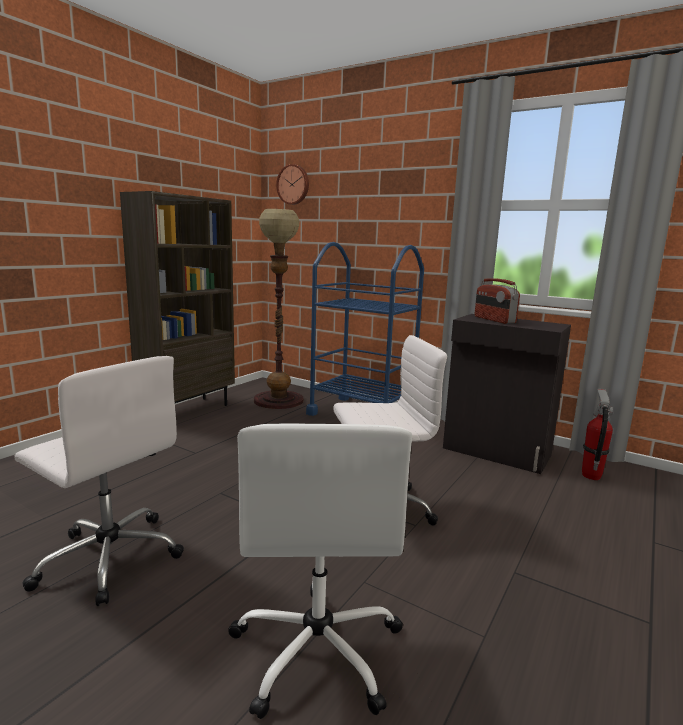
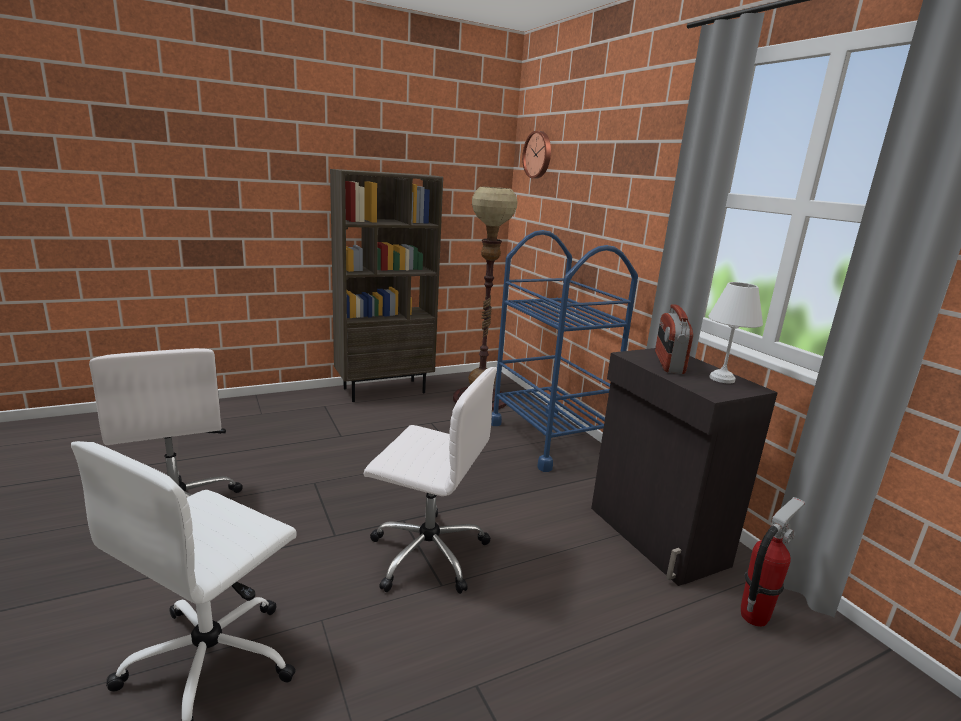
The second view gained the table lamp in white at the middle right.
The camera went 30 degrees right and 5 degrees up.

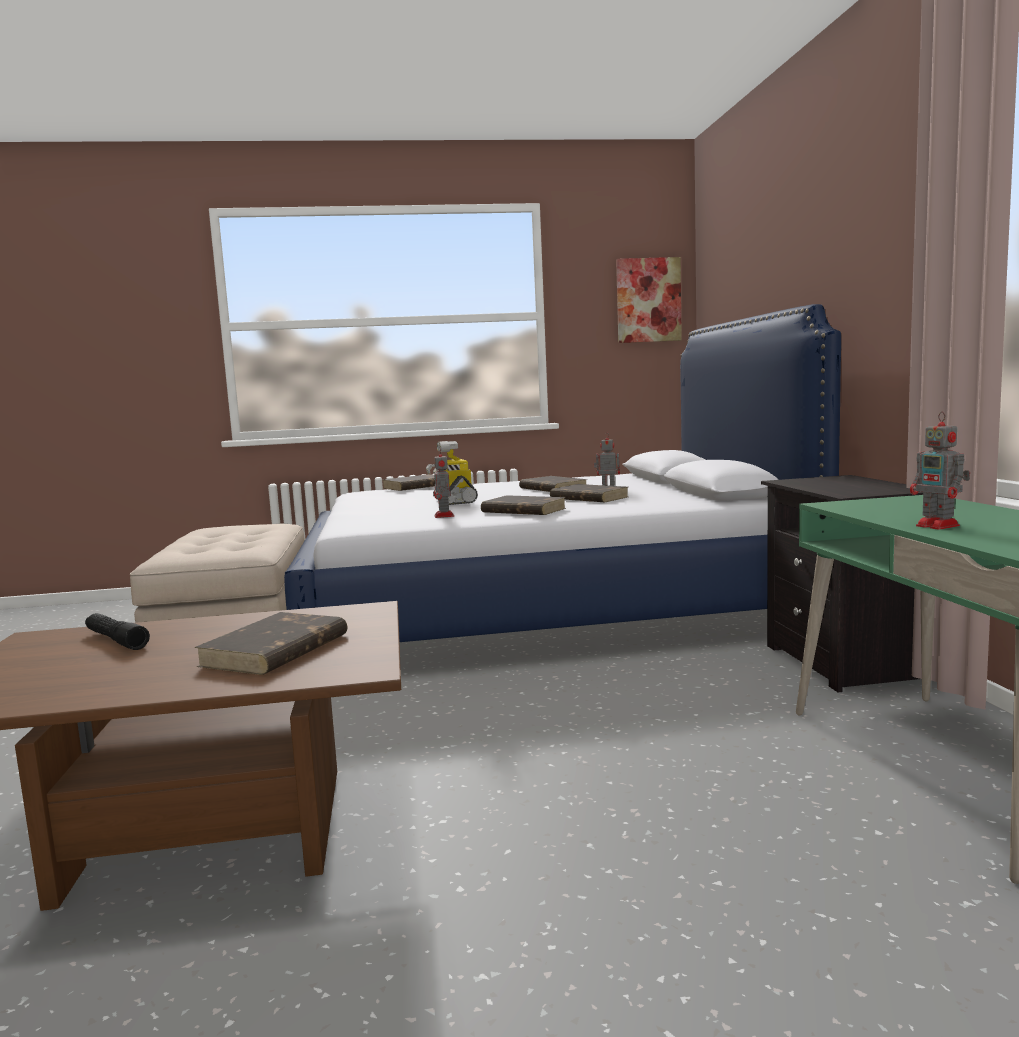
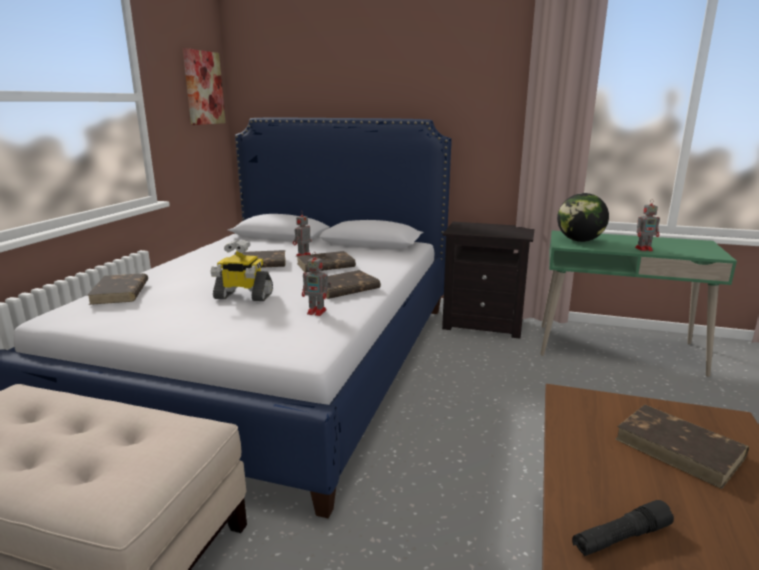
The second view gained the globe at the middle right.
The camera went 65 degrees left and 10 degrees up.

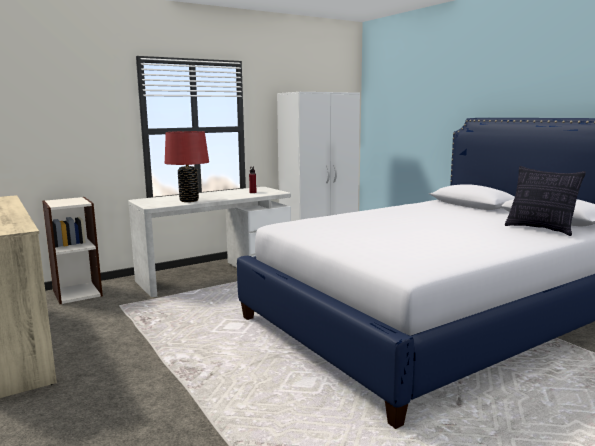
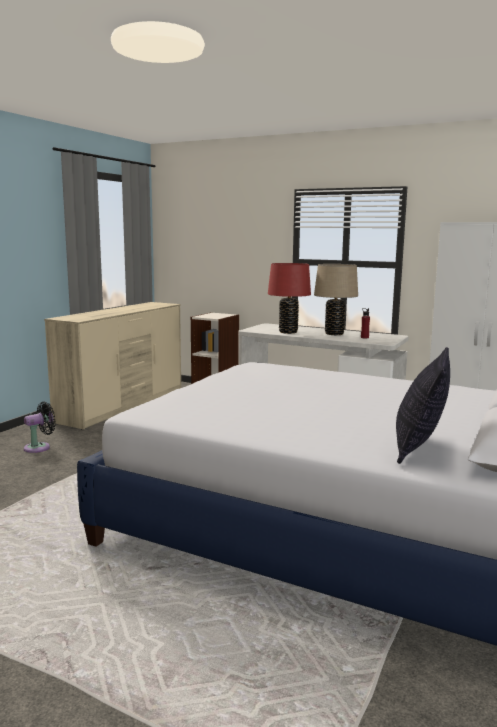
The second view gained the table lamp in beige at the middle right.
The second view gained the fan in black at the middle left.
The camera went 60 degrees right and 0 degrees up.

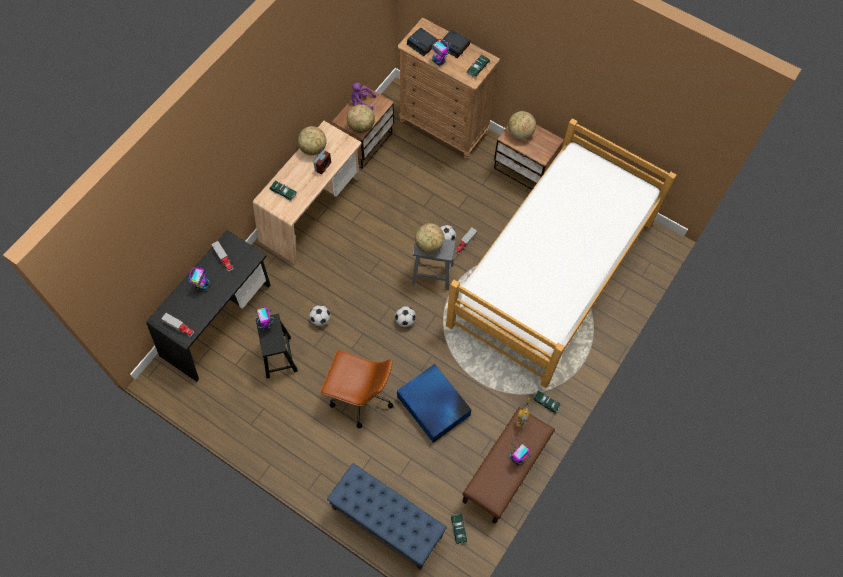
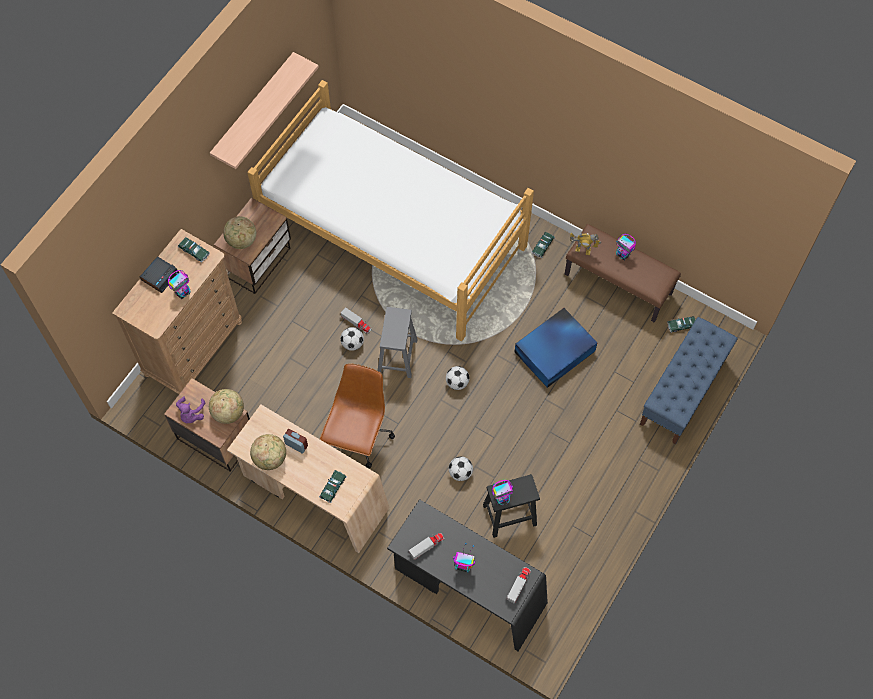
The second view lost the alarm clock (no. 2 from left) at the top centre.
The second view lost the globe (no. 3 from left) at the centre.
The office chair in brown ended up elsewhere, having gone from the bottom centre to the centre.
The second view gained the shelf at the top left.
The camera went 90 degrees left and 0 degrees up.

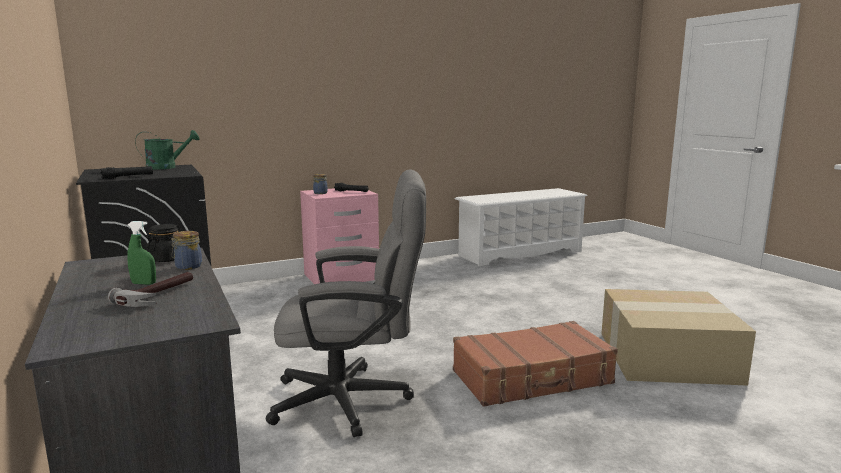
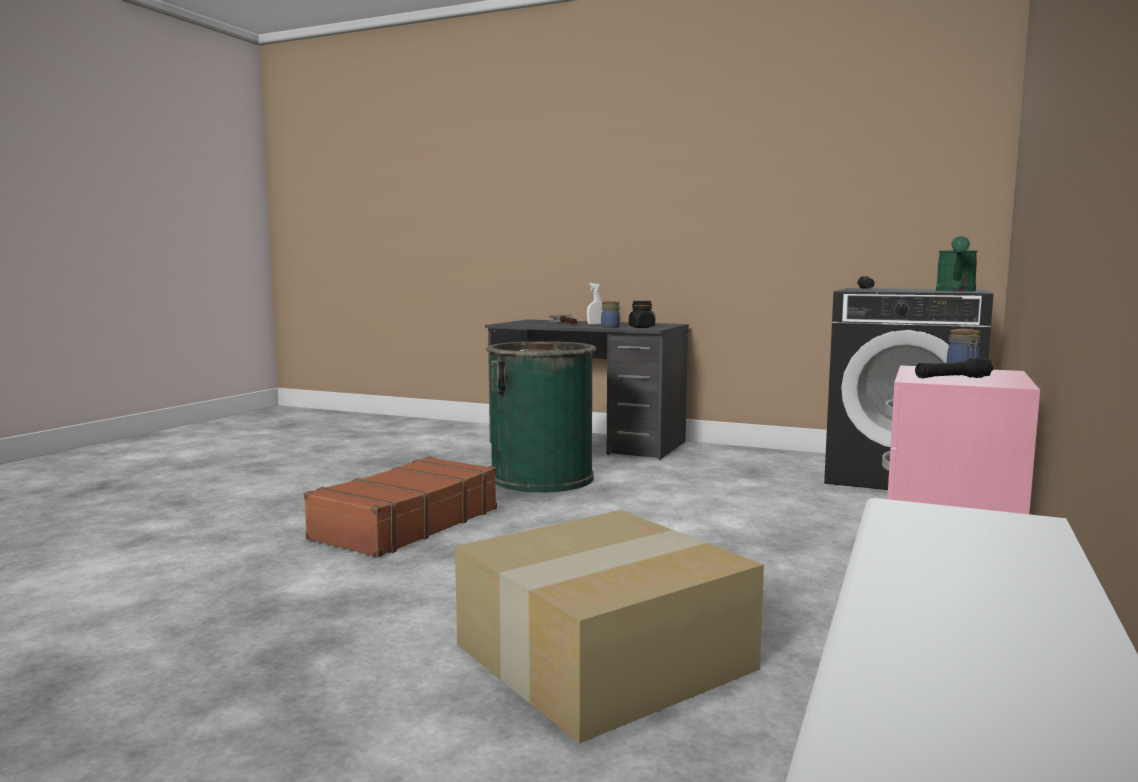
Where the office chair in grey stood at the centre, the trash can in green came to stand at the centre.
What was the spray bottle in green at the middle left turned into the spray bottle in white at the centre.
The cardboard box ended up elsewhere, having gone from the bottom right to the bottom centre.
The camera went 140 degrees right and 5 degrees down.

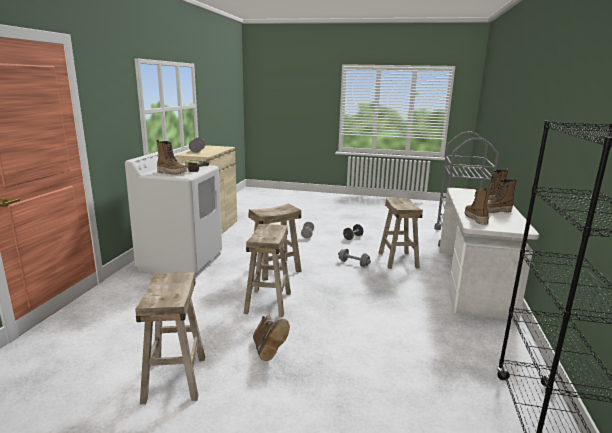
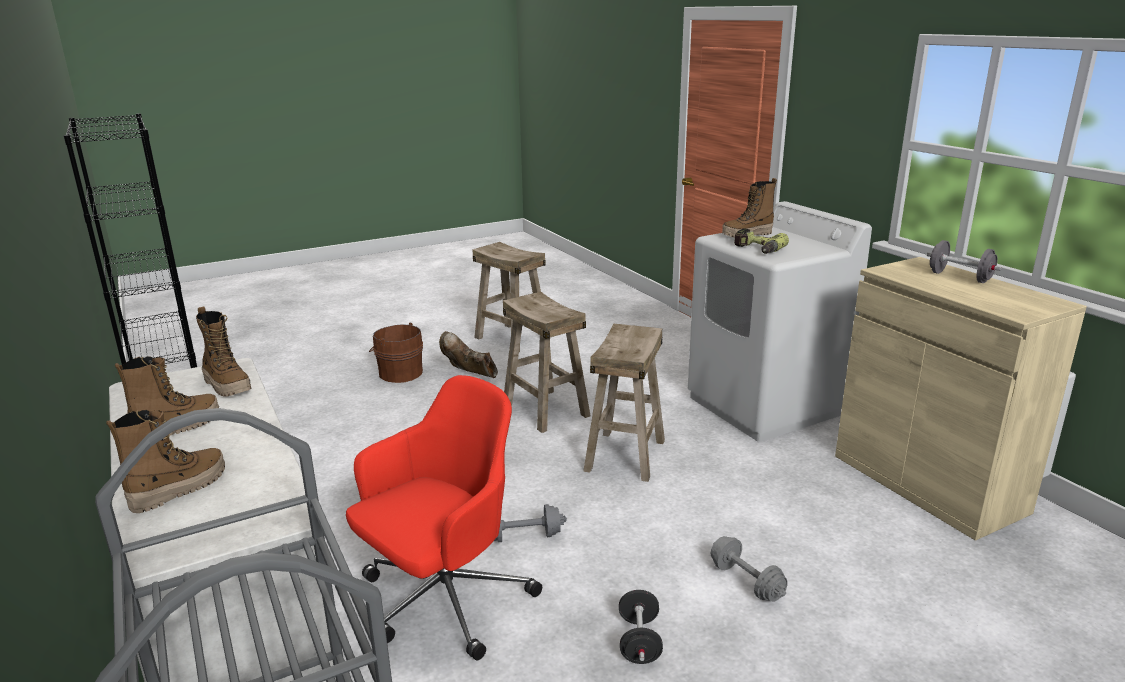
Where the stool in beige (no. 4 from left) stood at the centre, the office chair in red came to stand at the bottom centre.
The second view gained the bucket in brown at the centre.
The camera went 140 degrees right and 5 degrees up.

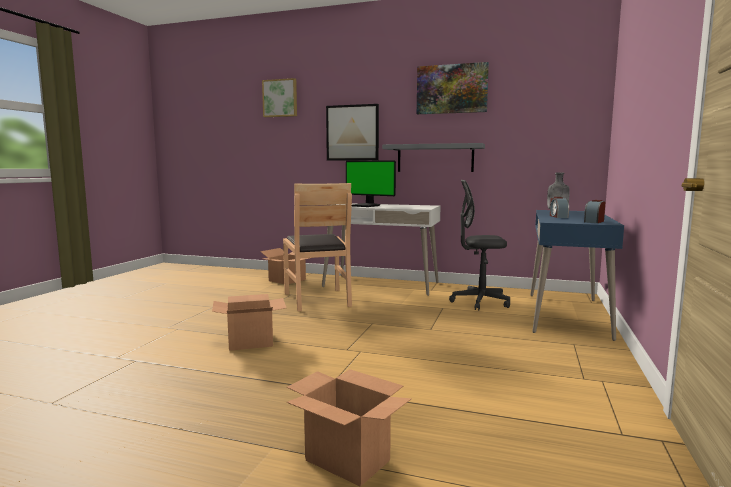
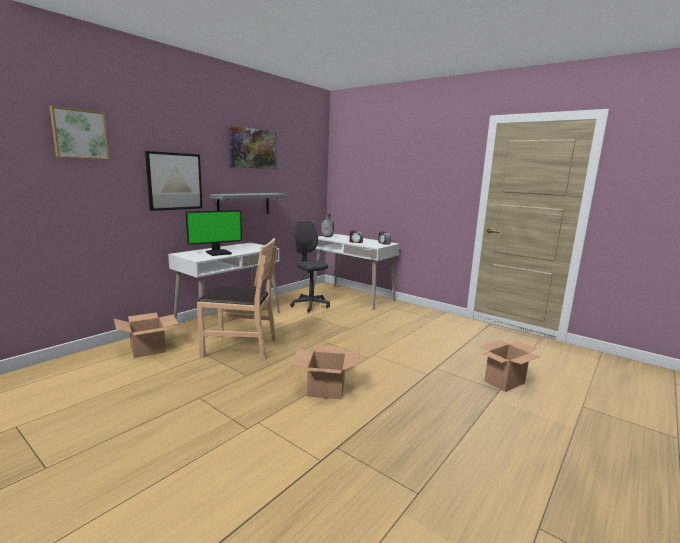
The office chair in grey at the centre ended up facing another way, 120 degrees clockwise from before.
What was the desk in blue at the middle right turned into the desk in white (no. 2 from left) at the centre.
The camera went 70 degrees left and 5 degrees up.

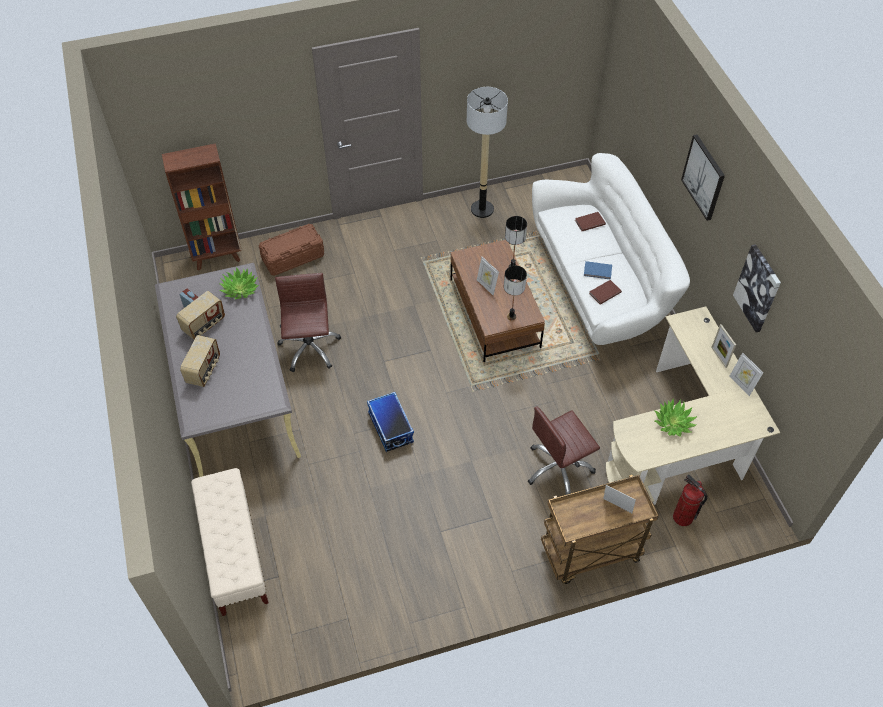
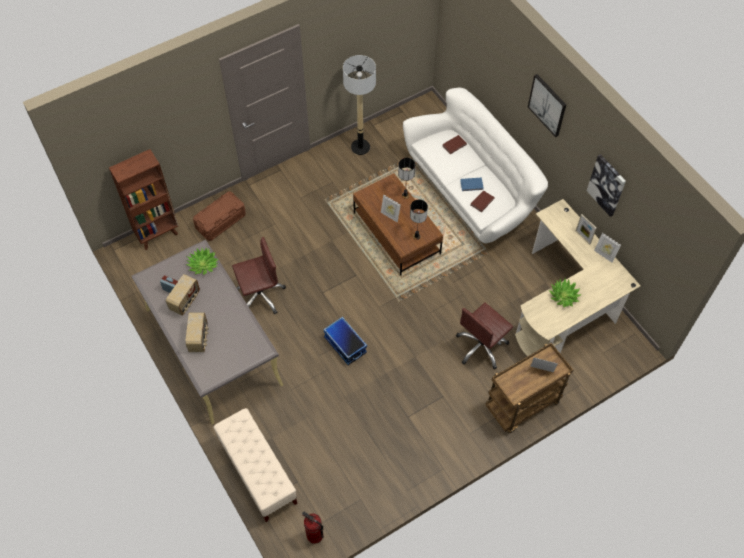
The office chair in brown (no. 1 from left) at the centre ended up facing another way, 90 degrees clockwise from before.
The fire extinguisher ended up elsewhere, having gone from the bottom right to the bottom centre.
The camera went 15 degrees left and 5 degrees up.

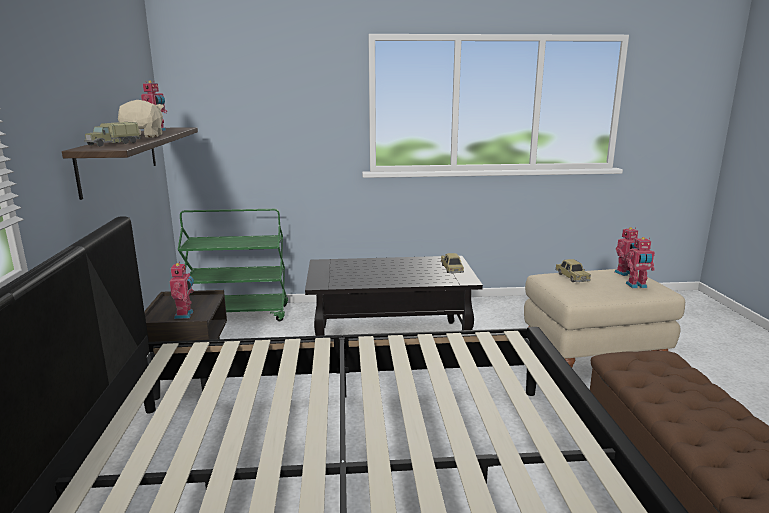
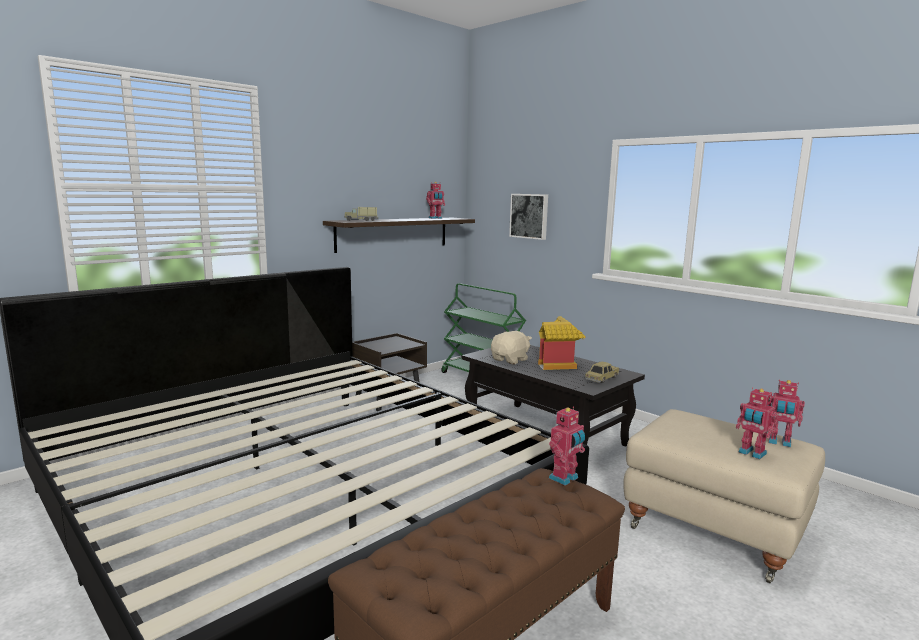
The plush toy in beige ended up elsewhere, having gone from the top left to the centre.
The second view lost the toy car (no. 2 from left) at the middle right.
The toy robot (no. 2 from left) ended up elsewhere, having gone from the middle left to the bottom centre.
The second view gained the picture at the centre.
The second view gained the toy house at the centre.
The camera went 50 degrees right and 5 degrees down.

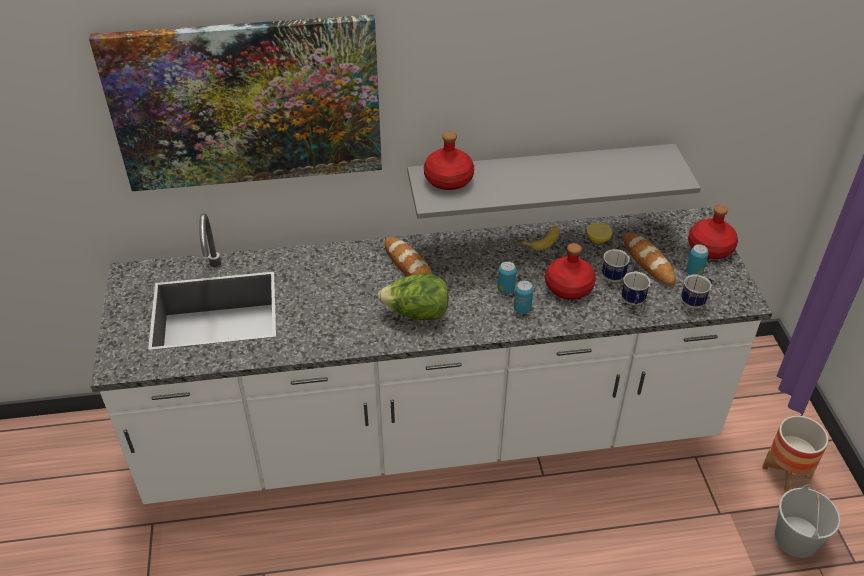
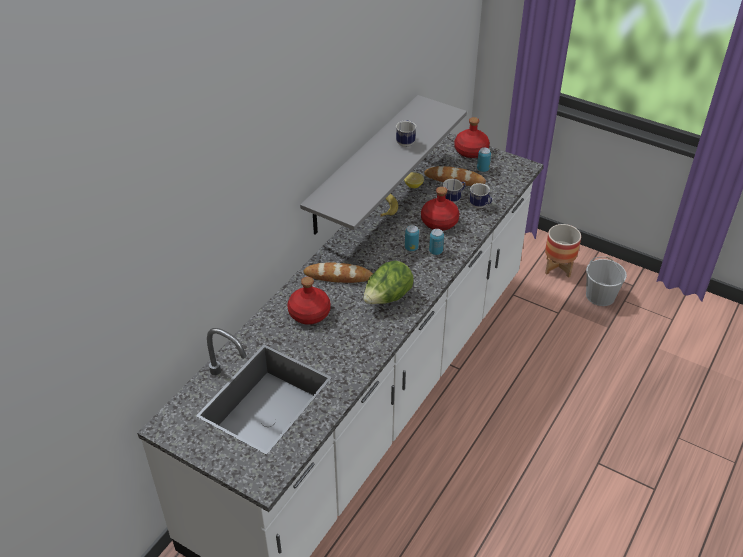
The second view lost the picture at the top left.
The bottle in red (no. 1 from left) ended up elsewhere, having gone from the top centre to the centre.
The mug (no. 3 from left in the first image) ended up elsewhere, having gone from the middle right to the top centre.
The camera went 50 degrees left and 0 degrees up.

